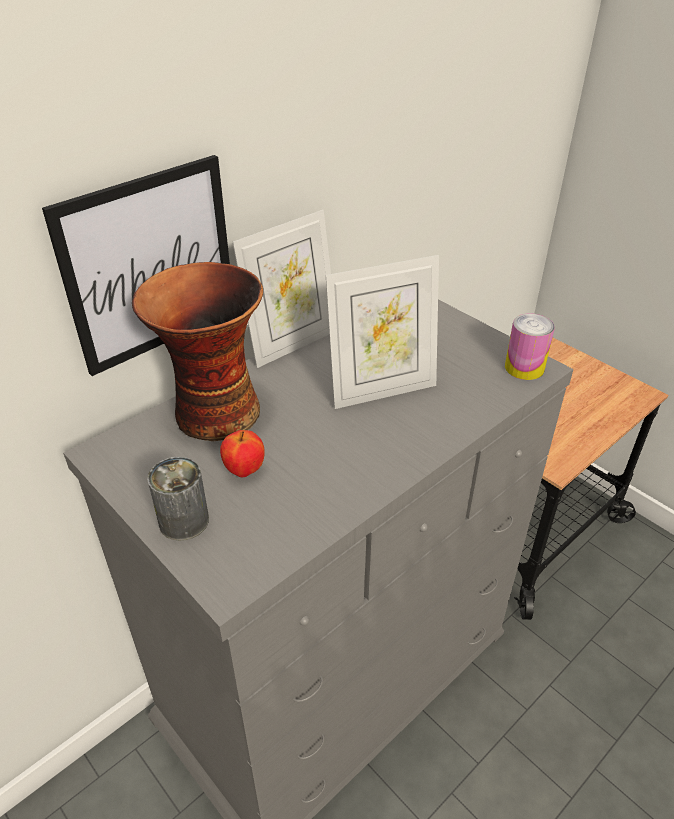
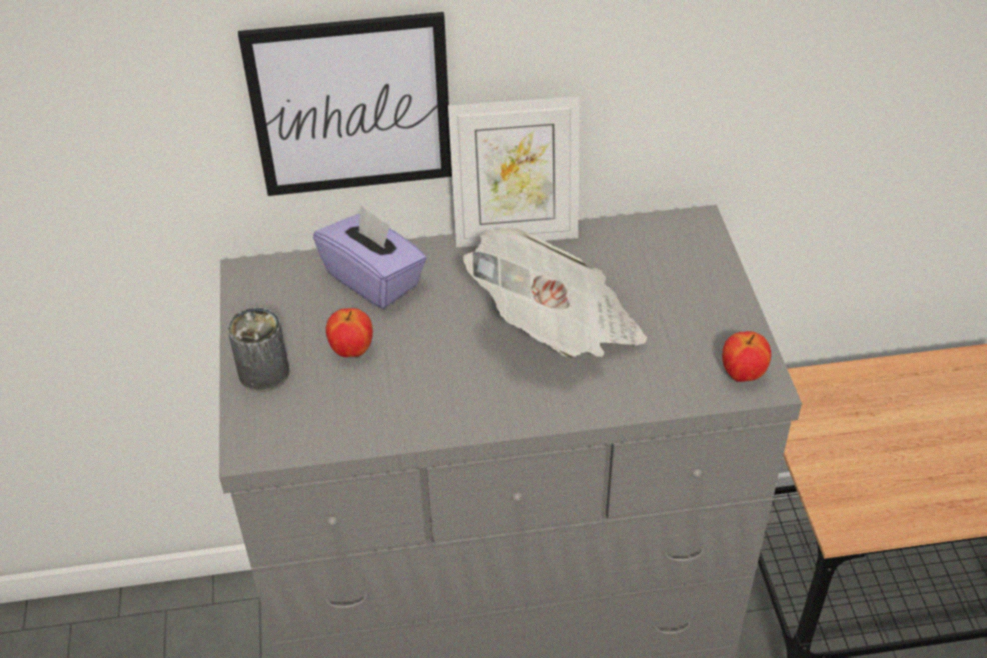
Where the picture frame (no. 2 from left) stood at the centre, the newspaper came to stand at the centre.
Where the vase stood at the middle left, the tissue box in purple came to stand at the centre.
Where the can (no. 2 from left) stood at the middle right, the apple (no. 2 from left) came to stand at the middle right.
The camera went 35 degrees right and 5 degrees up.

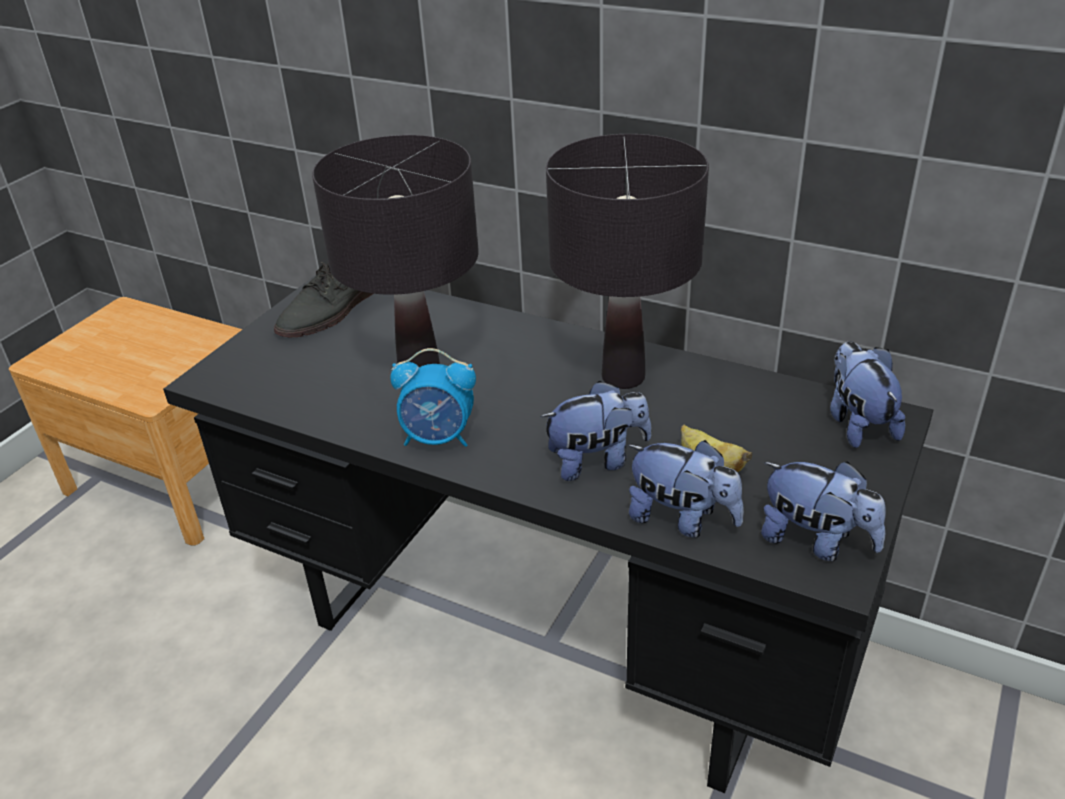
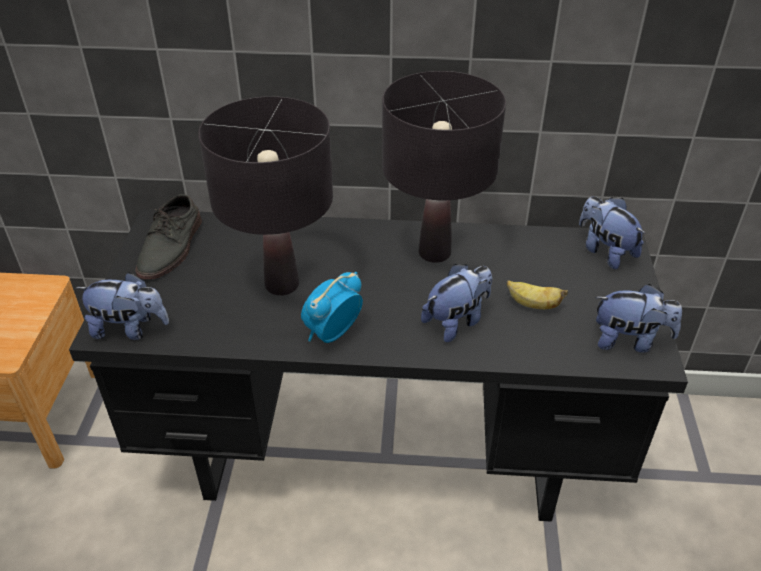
The alarm clock at the centre ended up facing another way, 150 degrees clockwise from before.
The plush toy (no. 2 from left in the first image) ended up elsewhere, having gone from the centre to the middle left.
The camera went 25 degrees left and 5 degrees up.

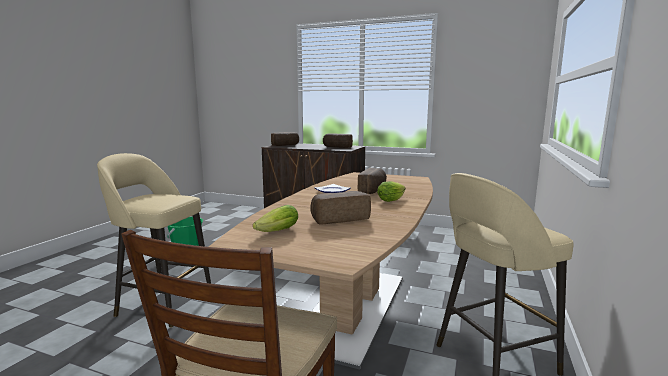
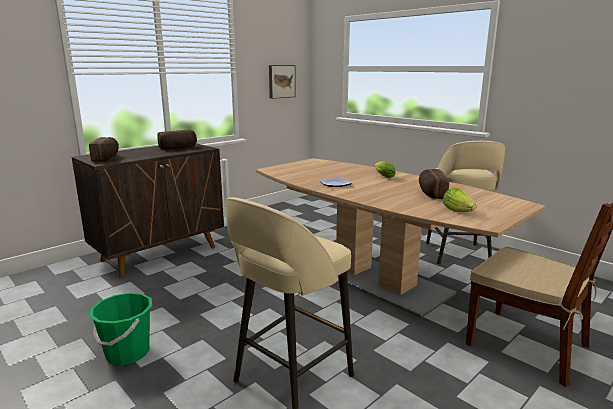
The second view lost the bread (no. 4 from left) at the centre.
The second view gained the picture at the top centre.
The camera went 65 degrees left and 5 degrees up.

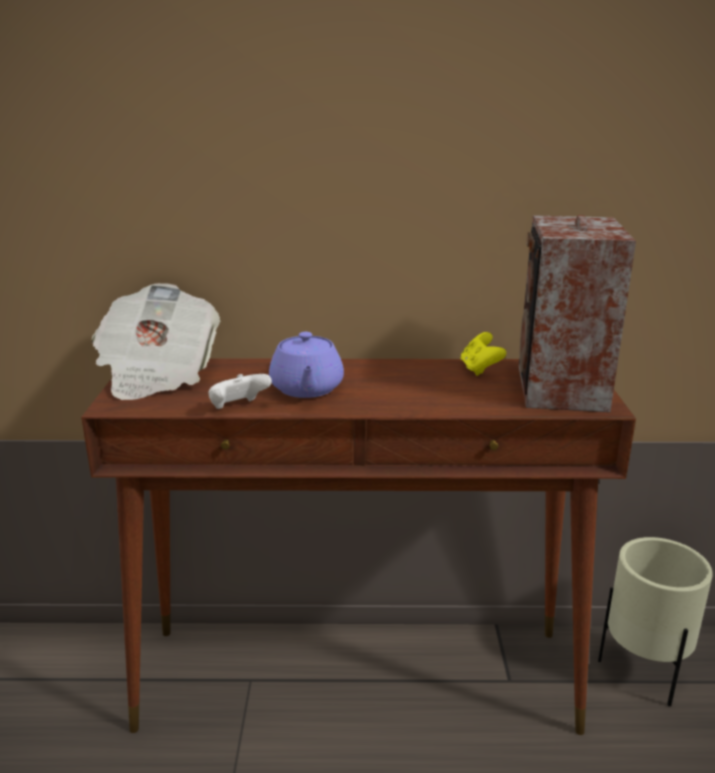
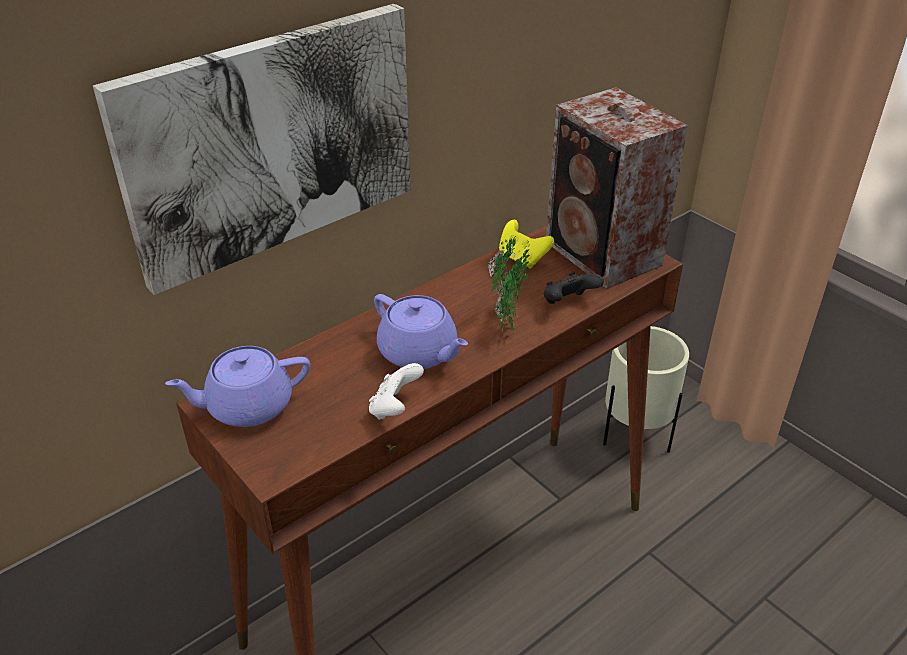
Where the newspaper stood at the middle left, the teapot in purple (no. 1 from left) came to stand at the middle left.
The second view gained the picture at the top left.
The second view gained the potted plant at the centre.
The second view gained the game controller in black at the centre.
The camera went 40 degrees left and 15 degrees up.

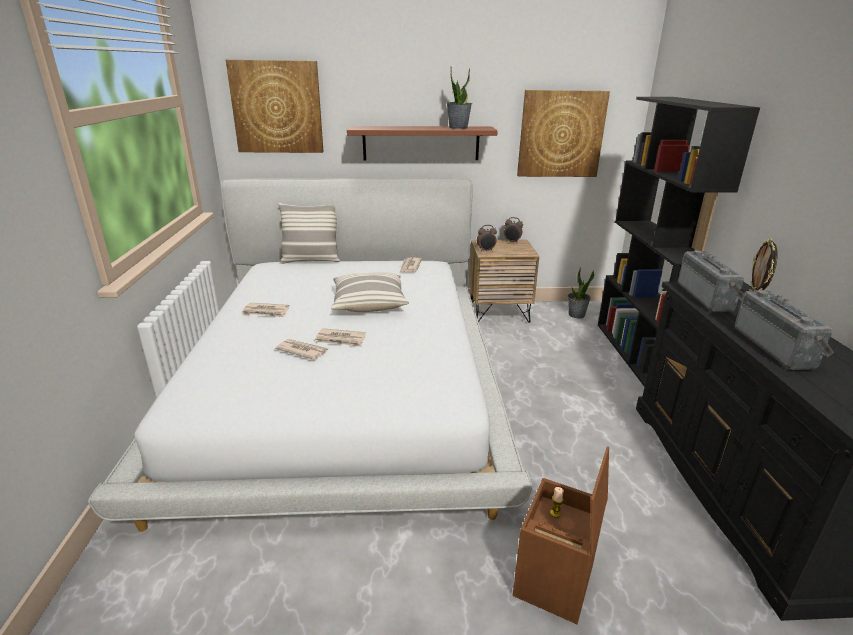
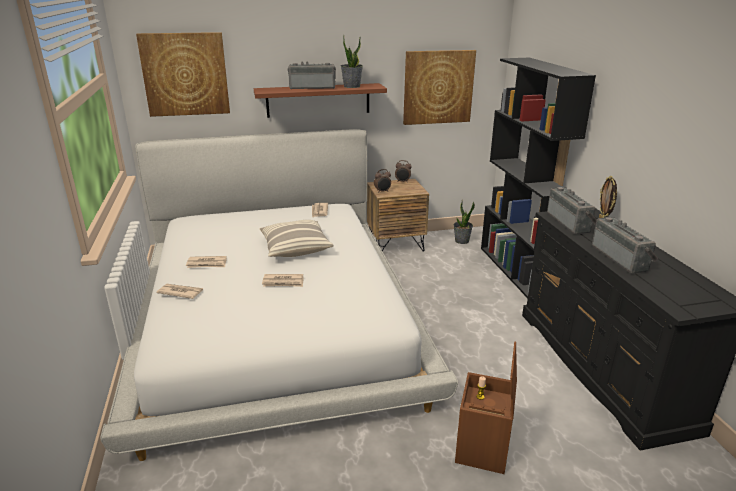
The second view lost the pillow (no. 1 from left) at the centre.
The newspaper (no. 2 from left in the first image) ended up elsewhere, having gone from the centre to the middle left.
The second view gained the radio (no. 1 from left) at the top centre.
The camera went 10 degrees left and 0 degrees up.

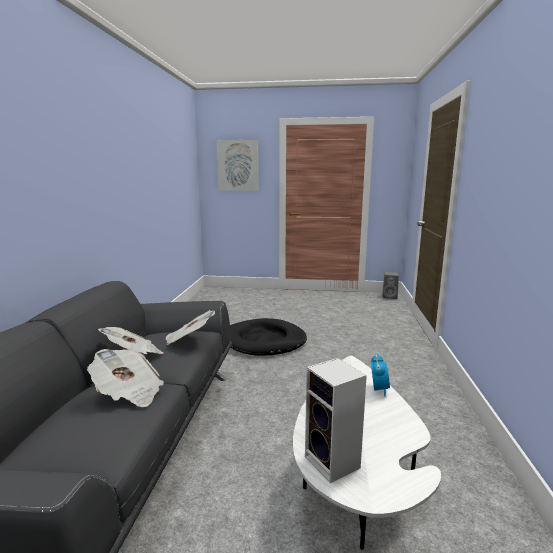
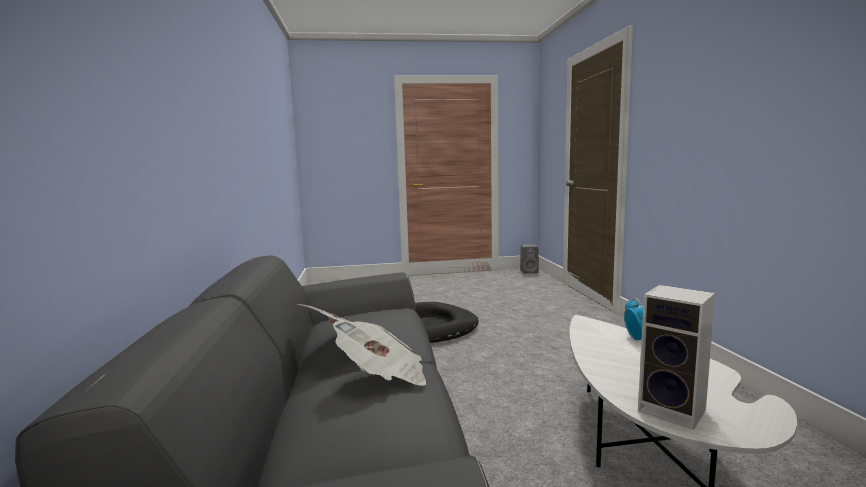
The second view lost the picture at the top centre.
The second view lost the newspaper (no. 3 from left) at the centre.
The camera went 15 degrees left and 5 degrees down.

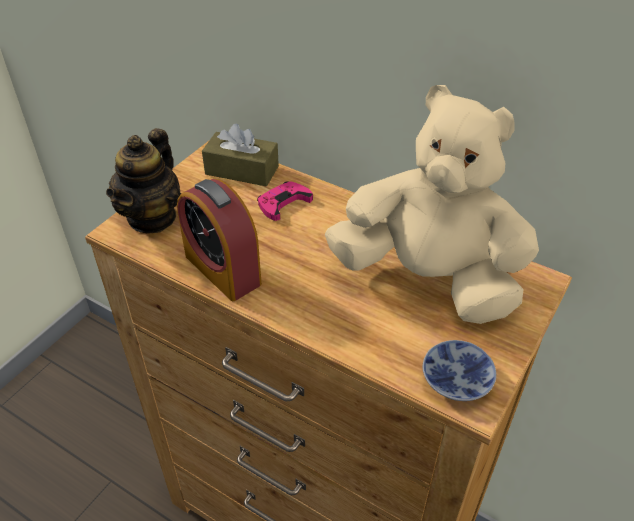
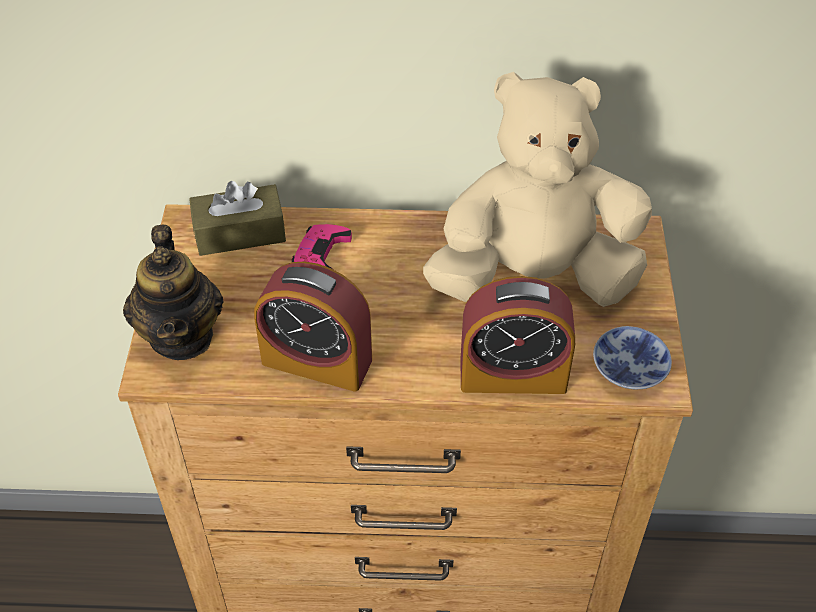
The second view gained the alarm clock (no. 2 from left) at the centre.
The camera went 30 degrees left and 5 degrees up.

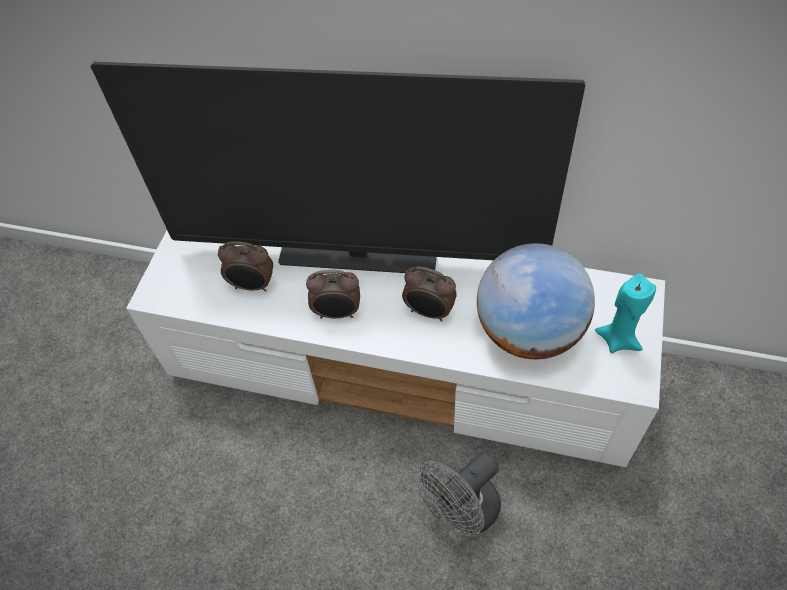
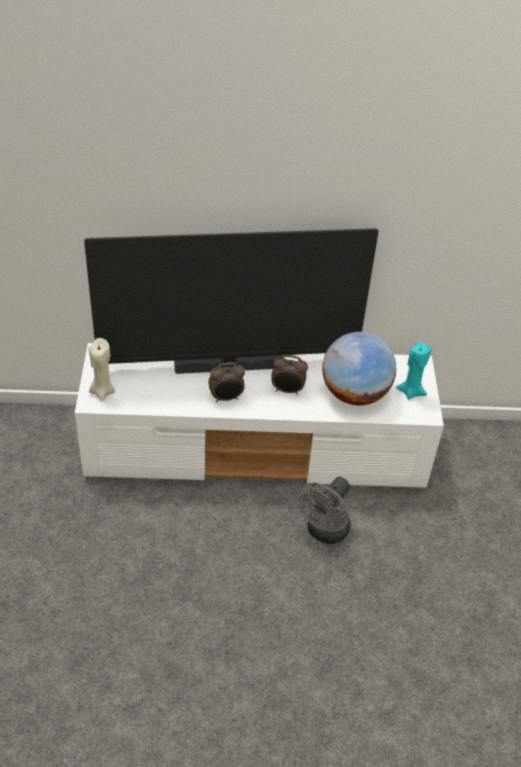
The second view lost the alarm clock (no. 1 from left) at the middle left.
The second view gained the candle in beige at the middle left.
The camera went 20 degrees left and 10 degrees down.

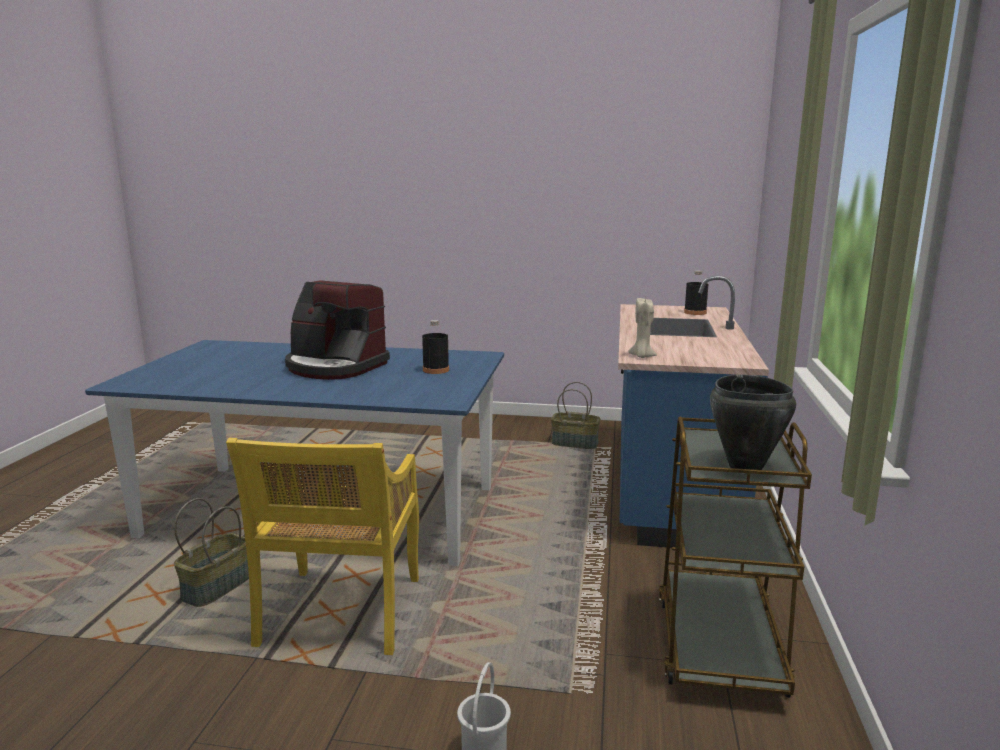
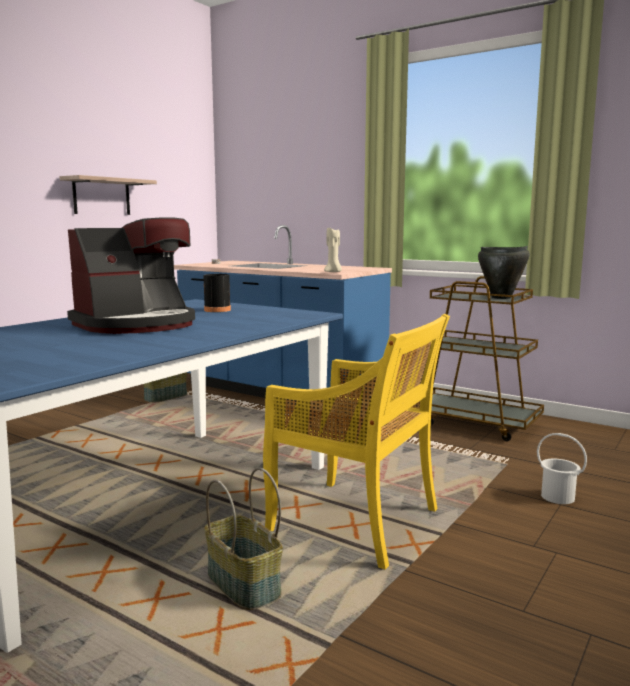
The second view lost the bottle in black (no. 2 from left) at the middle right.
The second view gained the shelf at the top left.
The camera went 65 degrees left and 5 degrees down.

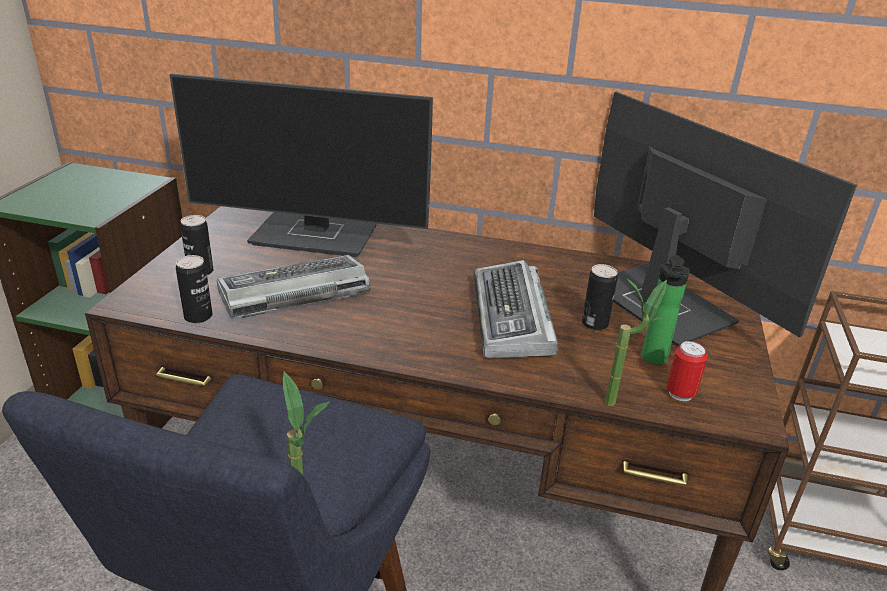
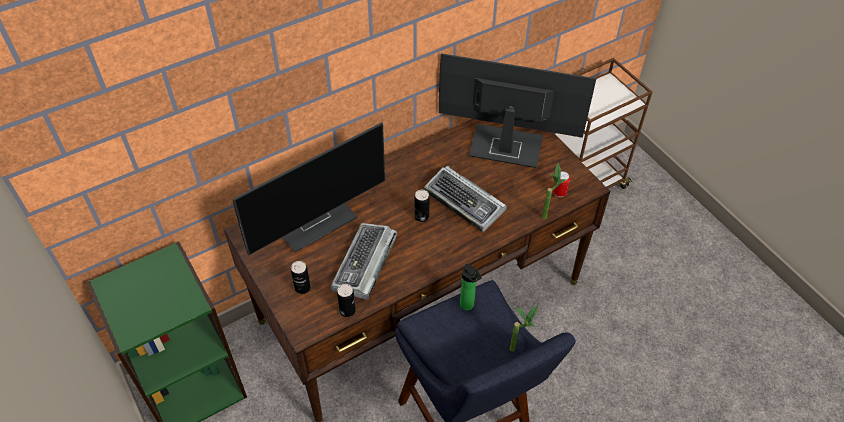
The bottle ended up elsewhere, having gone from the middle right to the bottom centre.
The can (no. 3 from left) ended up elsewhere, having gone from the middle right to the centre.
The camera went 45 degrees left and 20 degrees up.

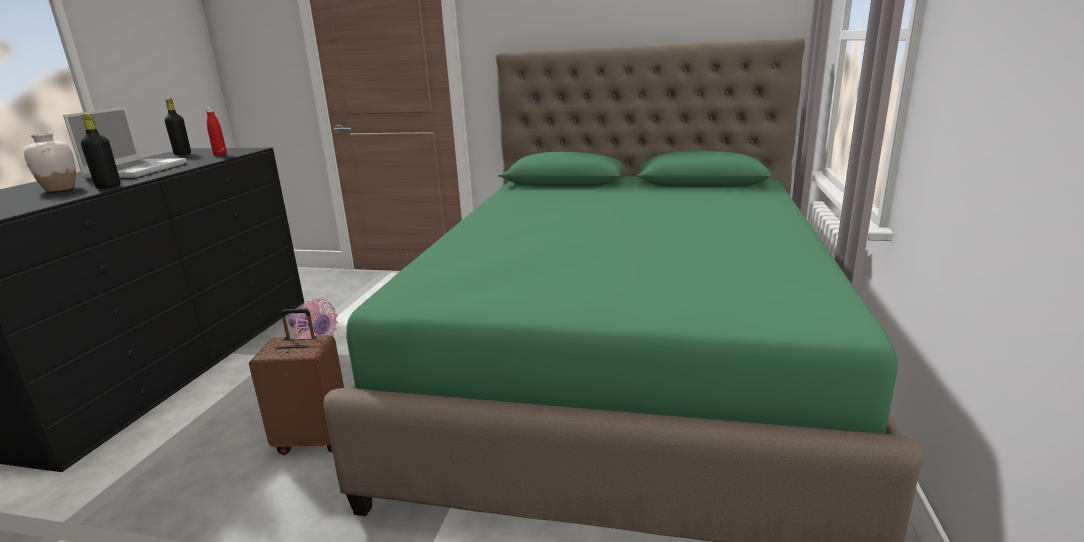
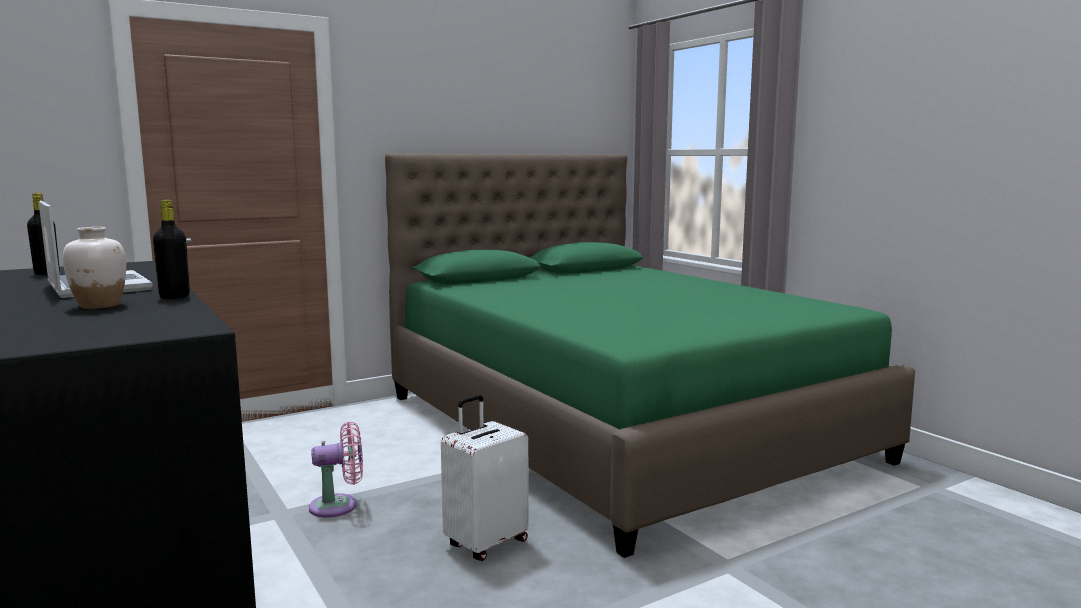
The second view lost the bottle in red at the top left.
What was the suitcase in brown at the bottom left turned into the suitcase in white at the bottom centre.
The camera went 45 degrees left and 10 degrees down.

